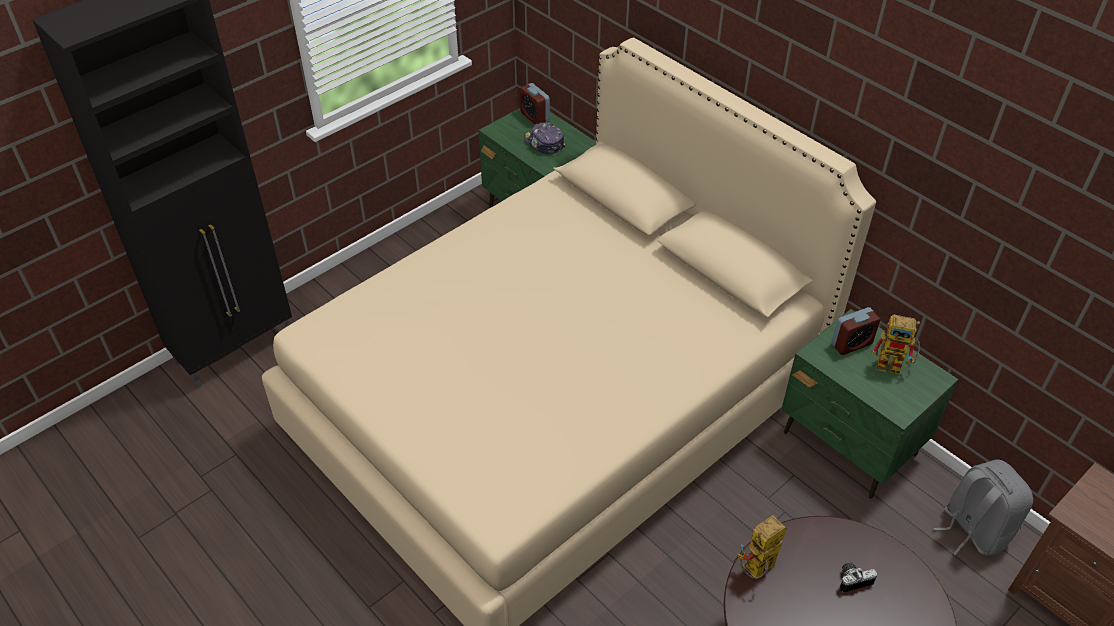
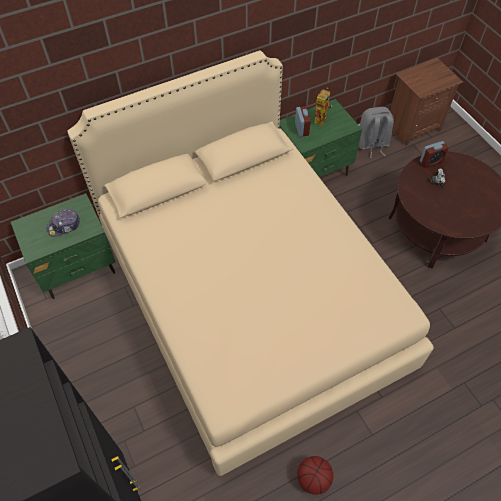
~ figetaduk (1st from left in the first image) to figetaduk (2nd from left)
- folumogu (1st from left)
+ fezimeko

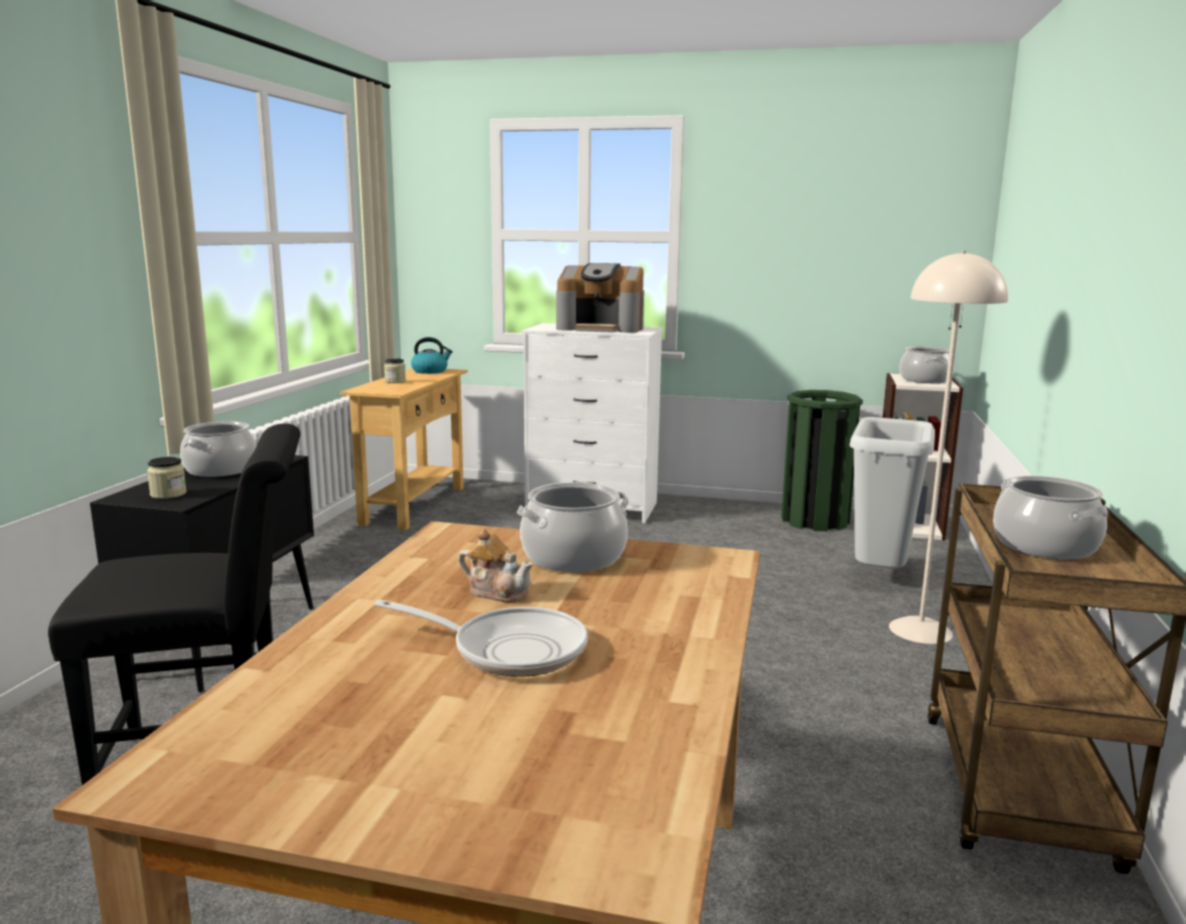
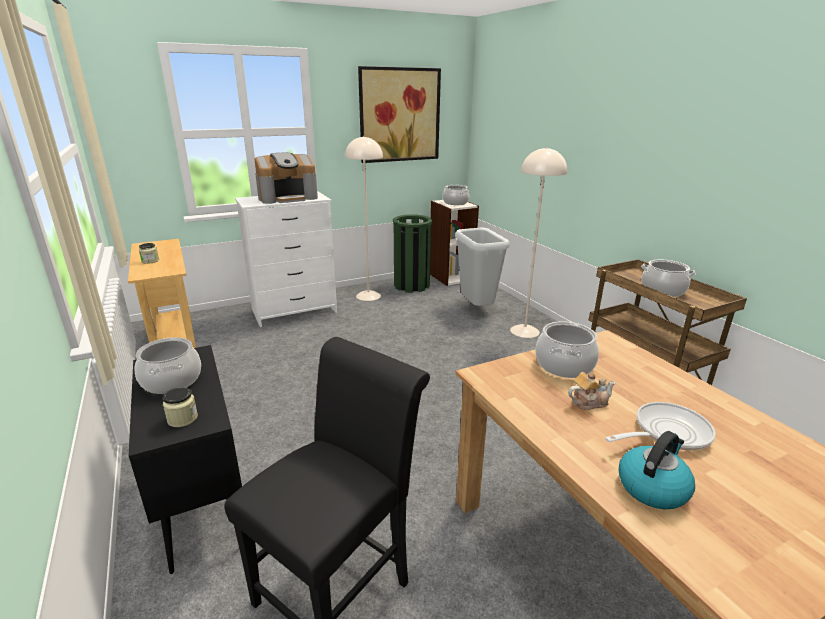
~ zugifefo
+ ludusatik
+ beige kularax (1st from left)

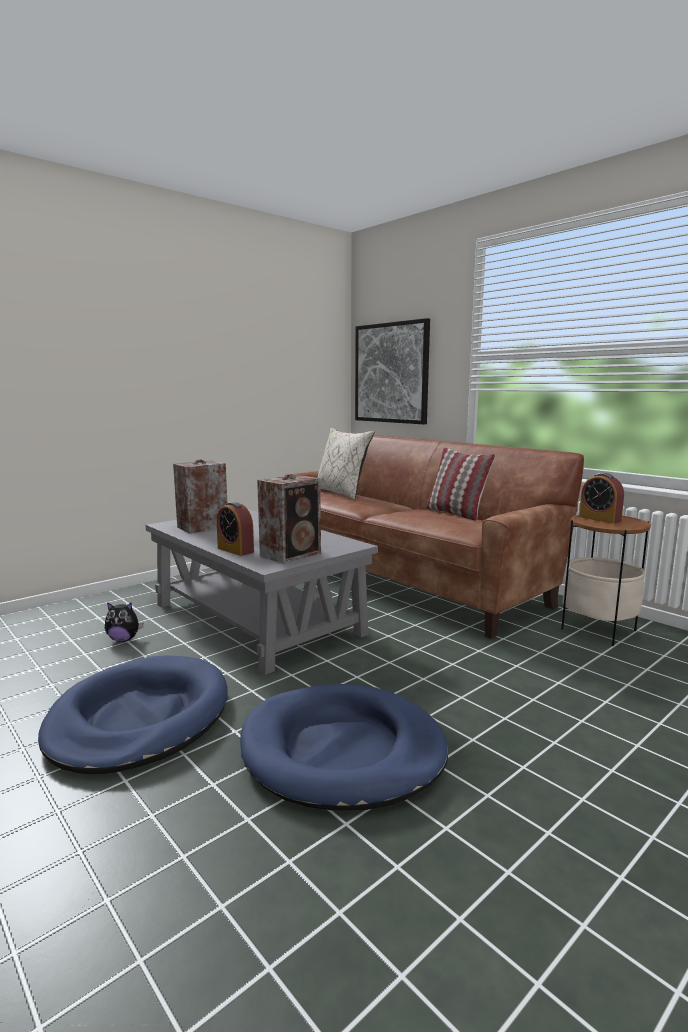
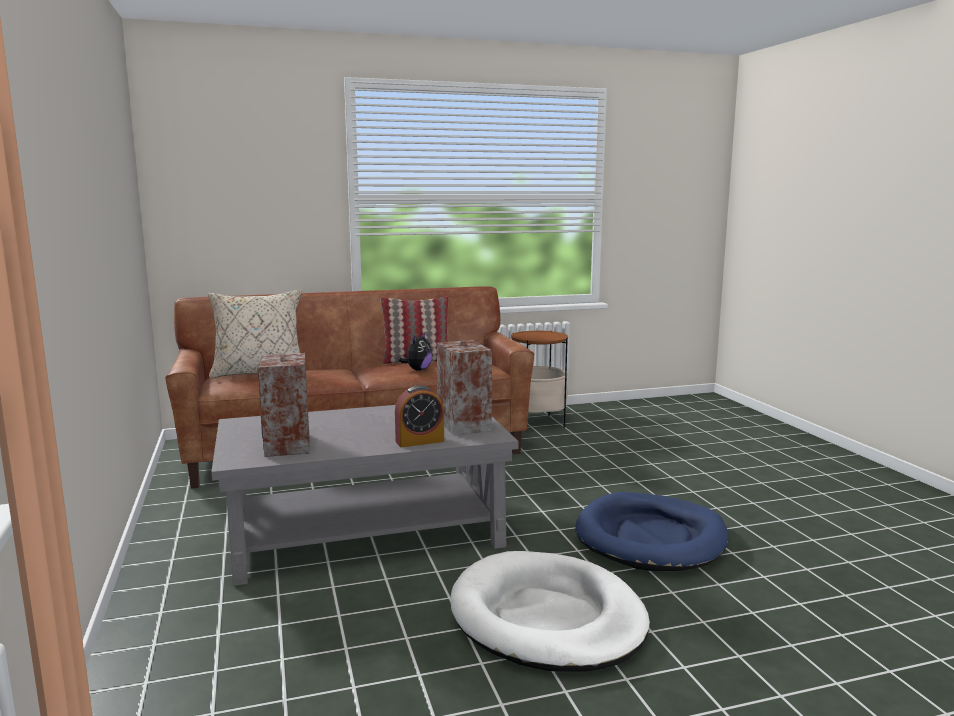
- ludusatik
- figetaduk (2nd from left)
~ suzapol
~ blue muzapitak (1st from left) to white muzapitak

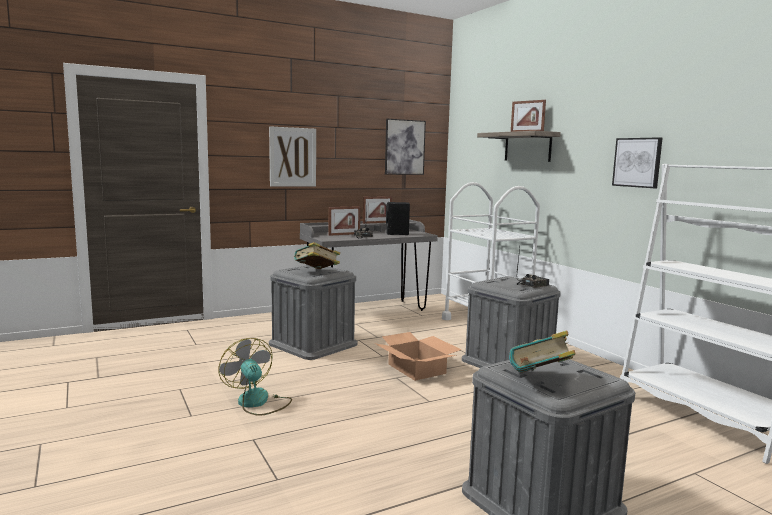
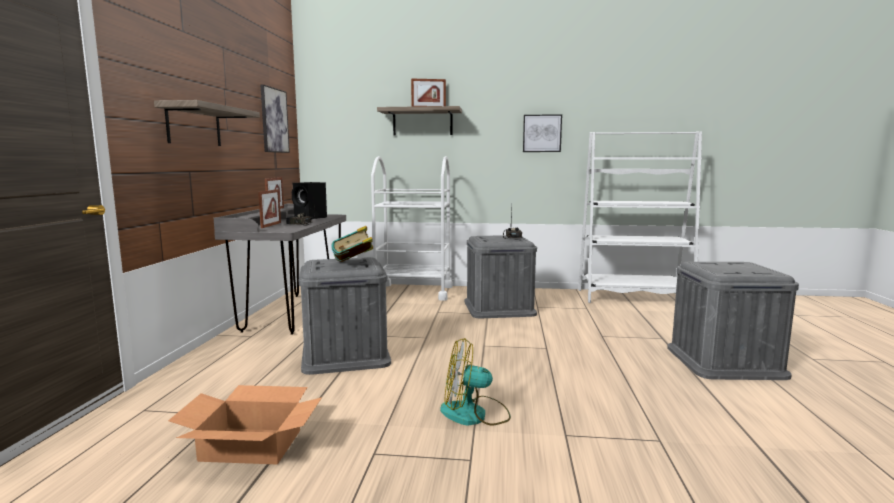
~ ludusatik (1st from left) to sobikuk (1st from left)
- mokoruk (2nd from left)
~ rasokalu

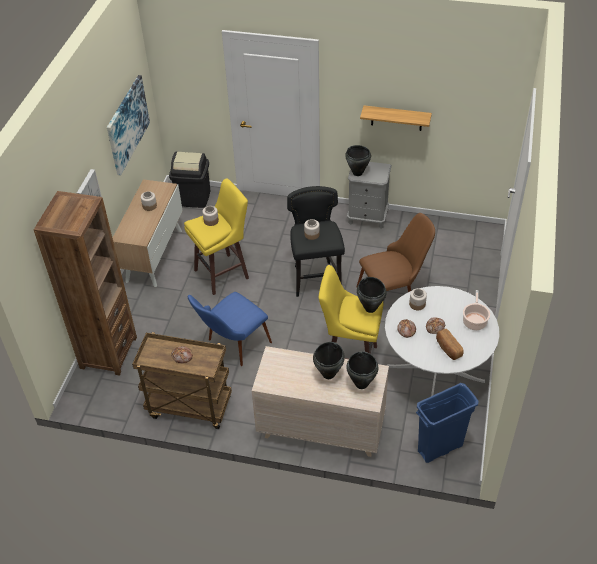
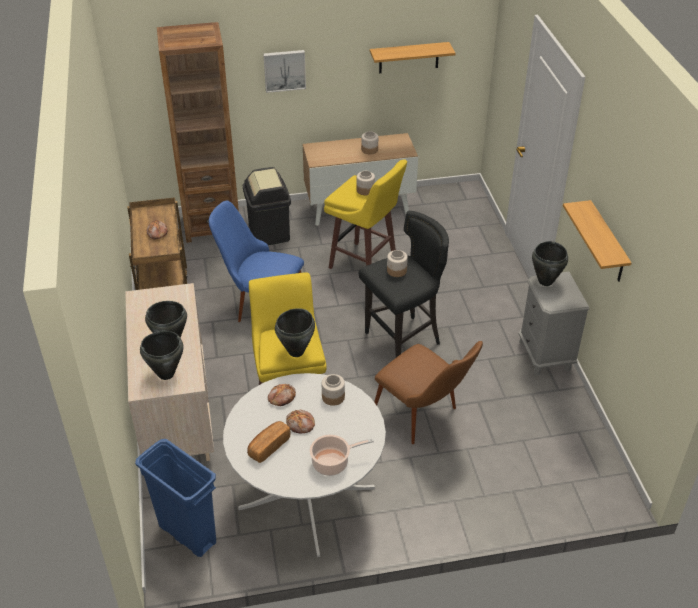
~ ludusatik (2nd from left) to sobikuk (1st from left)
~ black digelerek

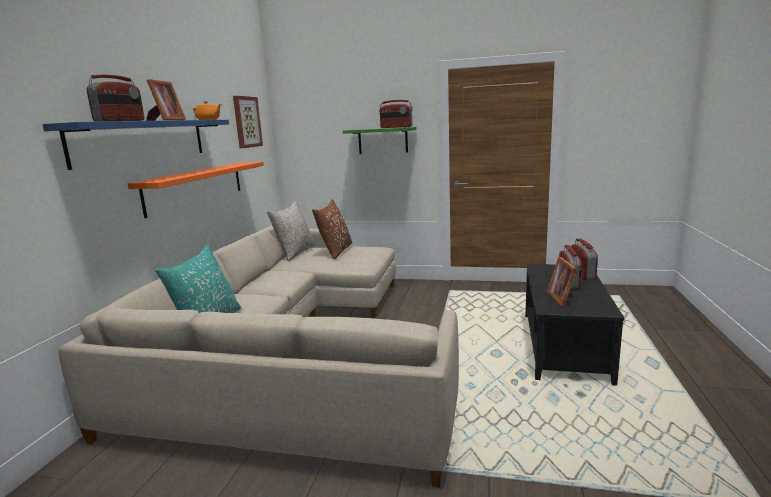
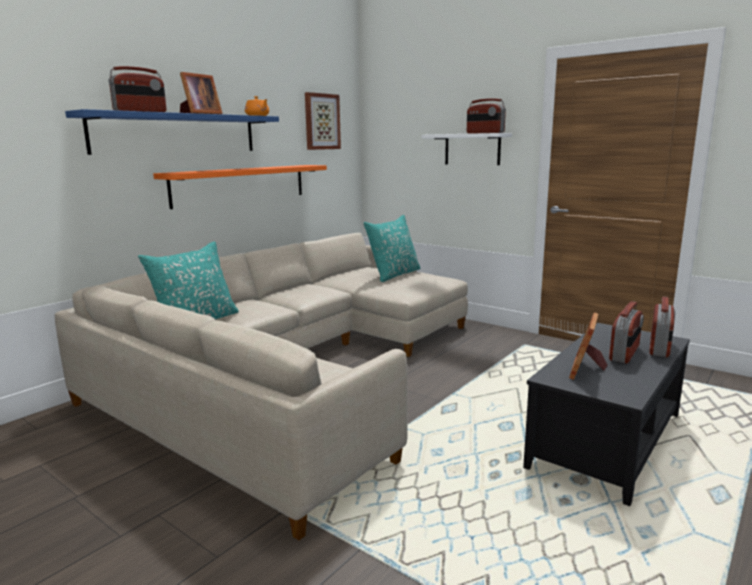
~ green sobikuk to white sobikuk
~ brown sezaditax to turquoise sezaditax (2nd from left)
- grey sezaditax

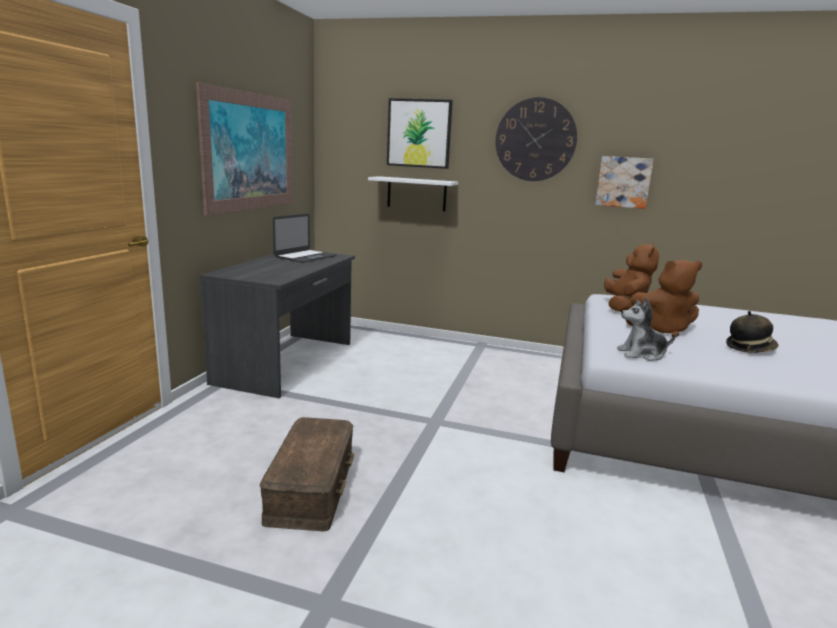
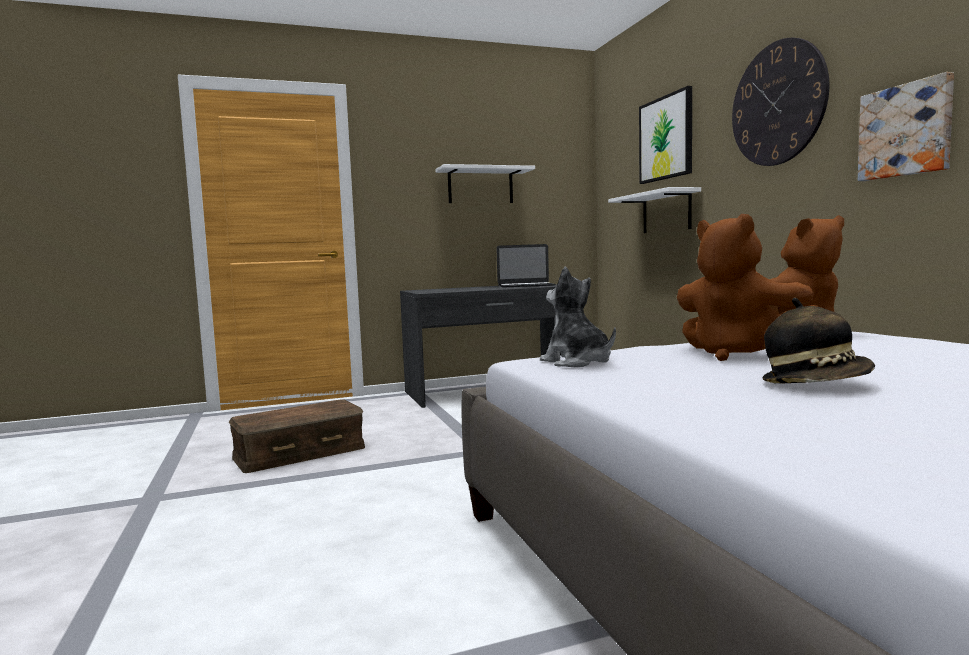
~ ludusatik (1st from left) to white sobikuk (1st from left)

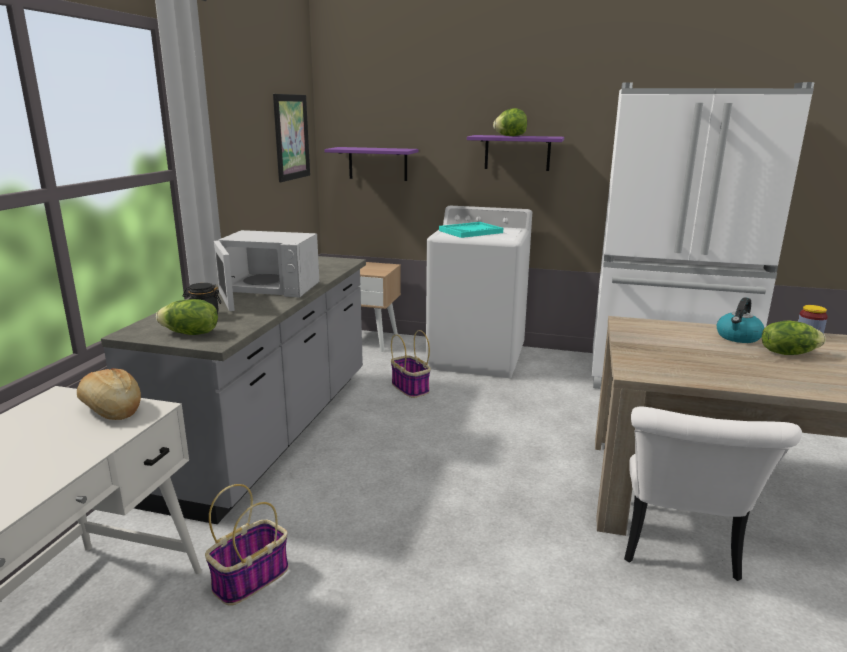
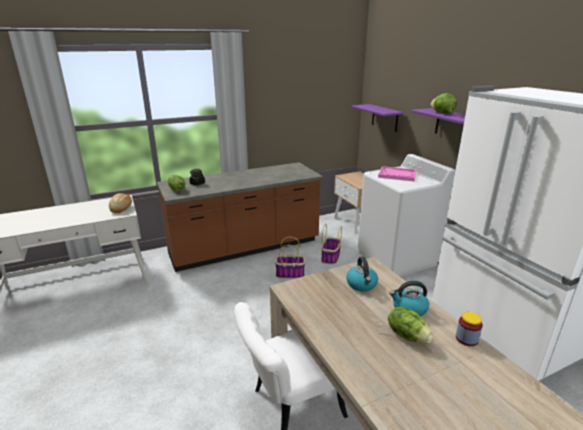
- ludusatik
~ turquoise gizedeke to pink gizedeke
- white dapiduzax
~ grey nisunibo to brown nisunibo
~ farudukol (1st from left)
+ zugifefo (1st from left)

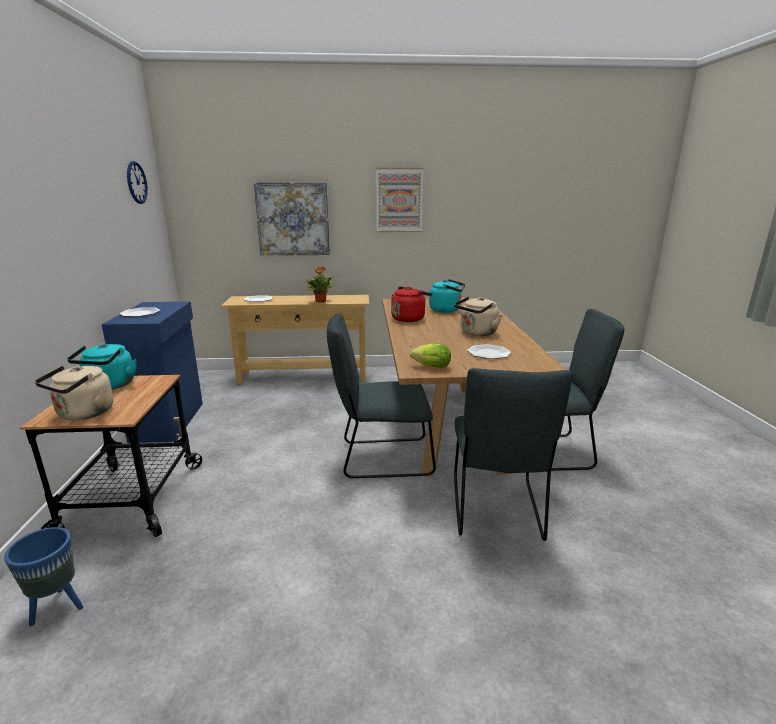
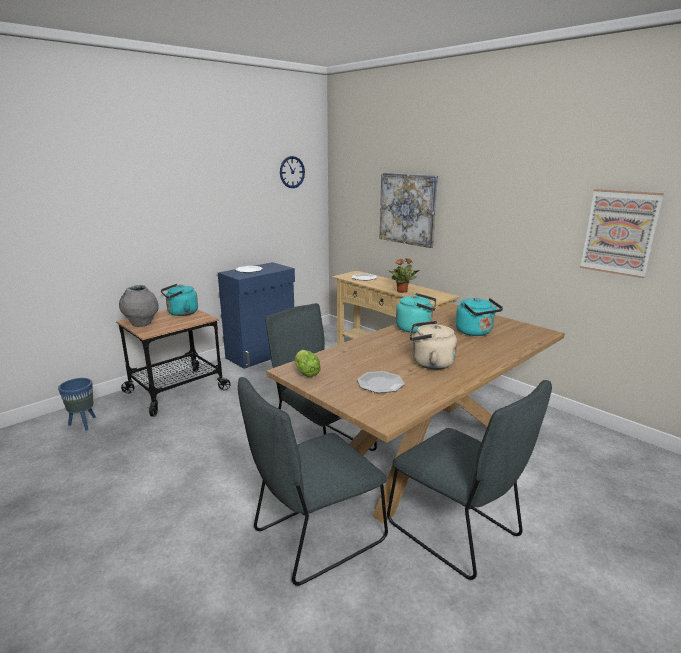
~ ludusatik (2nd from left)
~ red zugifefo to turquoise zugifefo (2nd from left)
~ beige zugifefo (1st from left) to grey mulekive

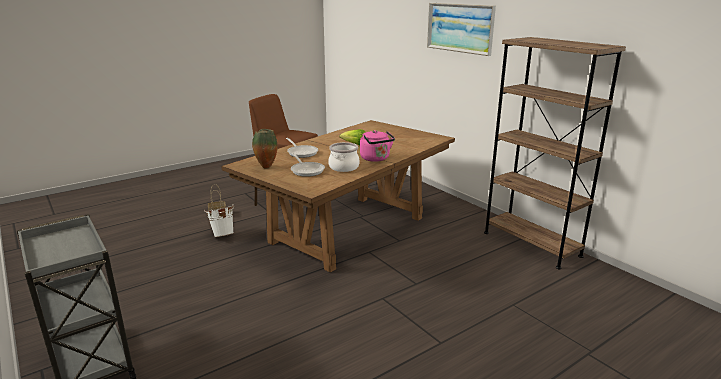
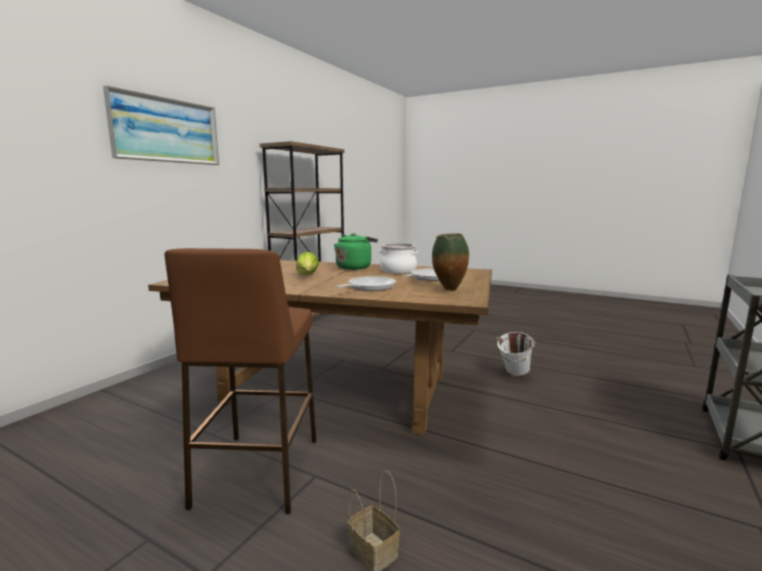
~ pink zugifefo to green zugifefo
~ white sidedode

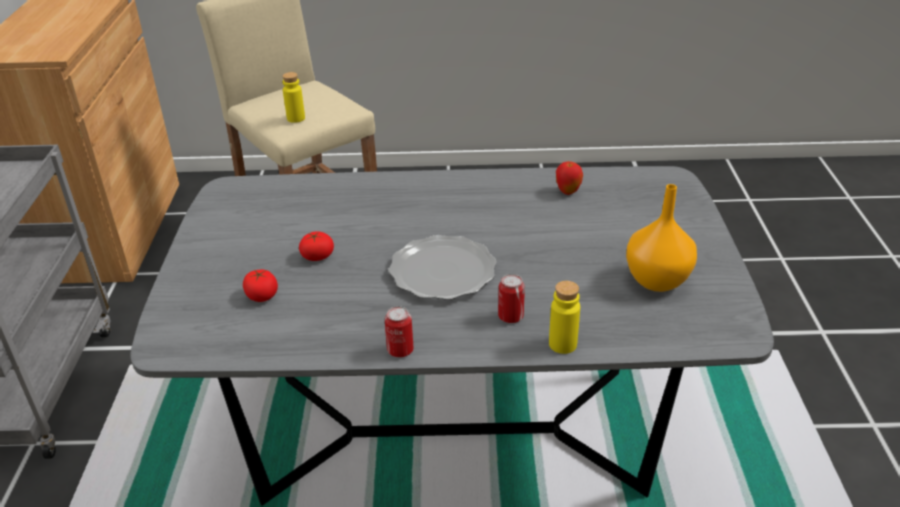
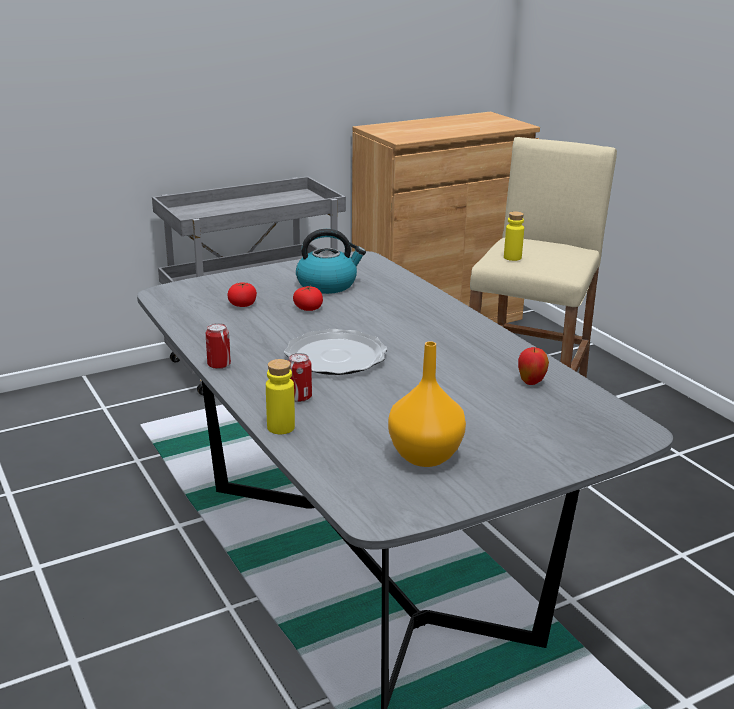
+ zugifefo

